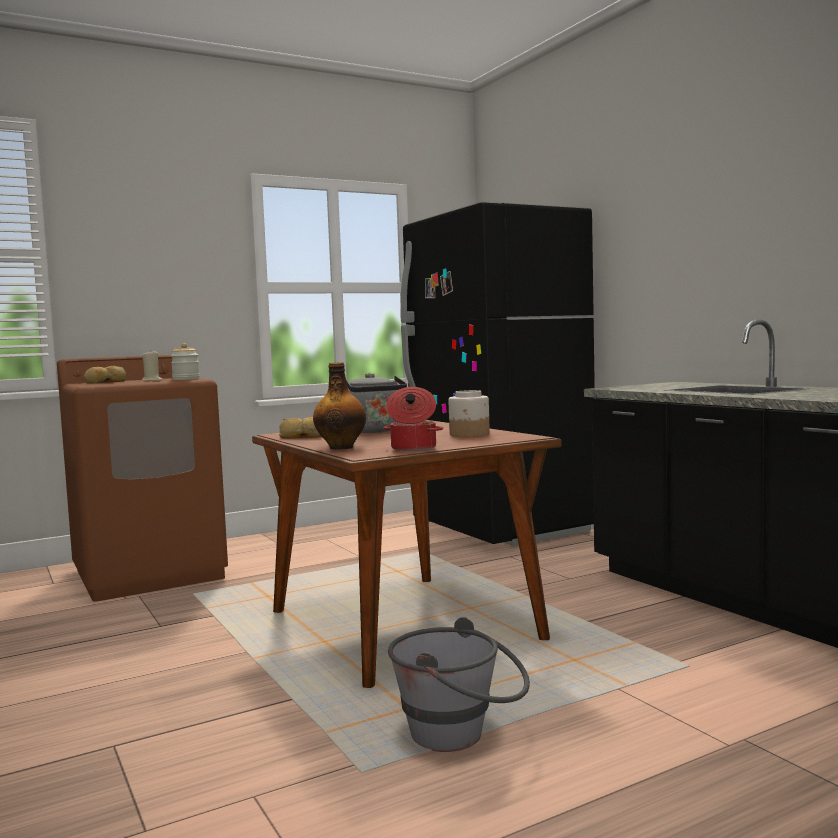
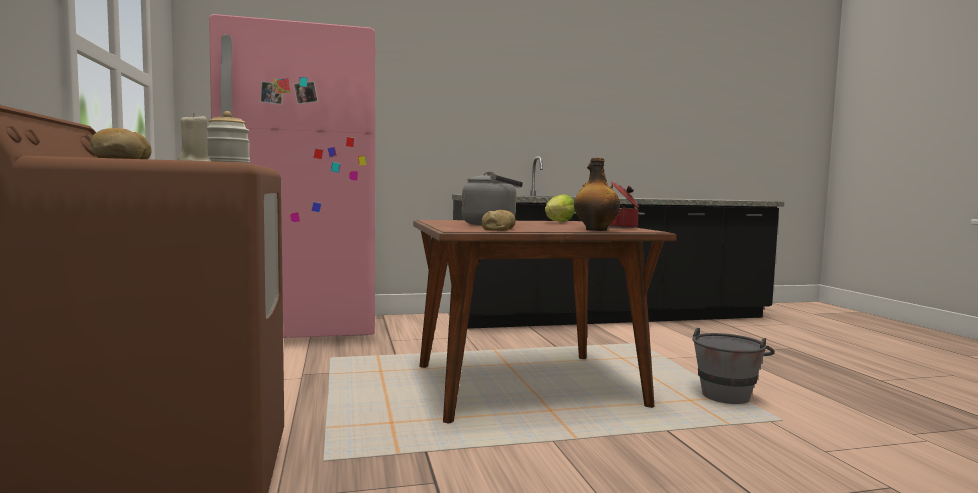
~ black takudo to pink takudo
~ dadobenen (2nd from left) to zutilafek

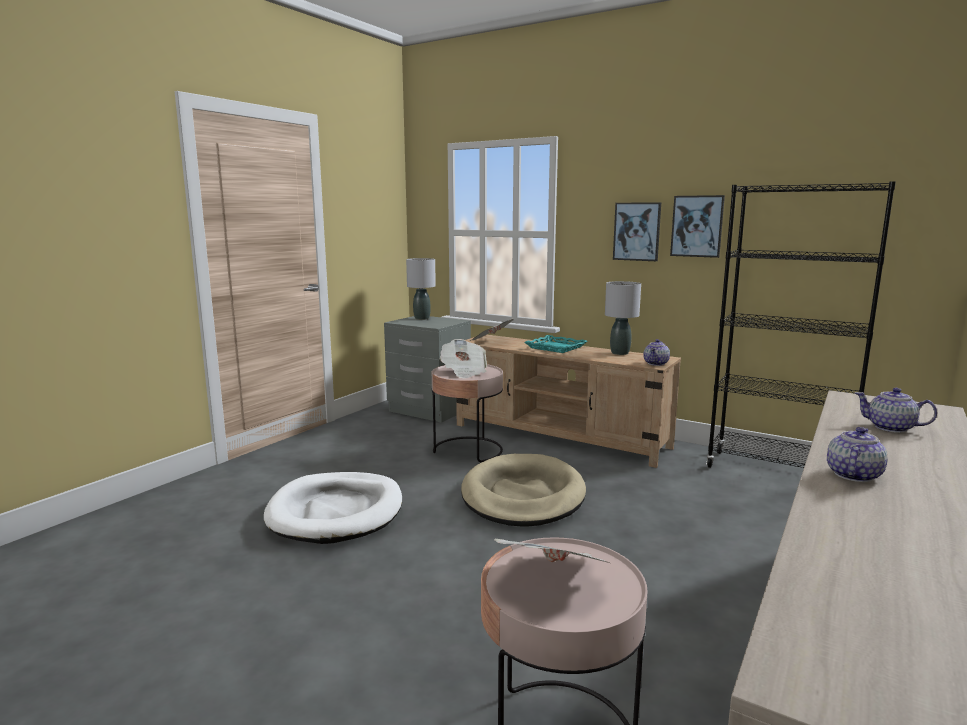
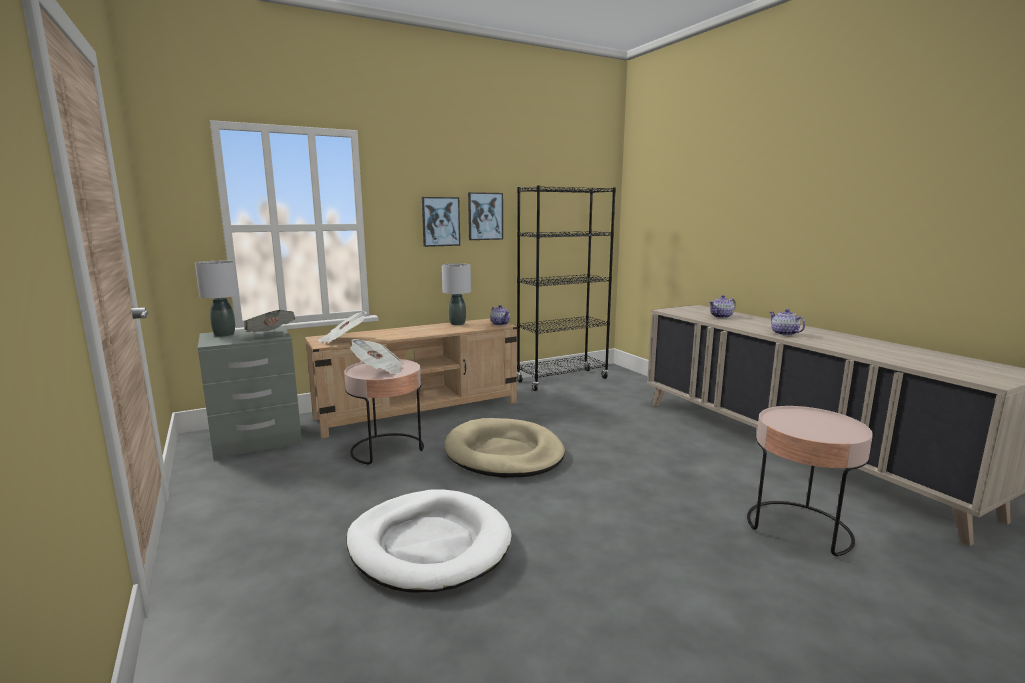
- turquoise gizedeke
~ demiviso (3rd from left in the first image) to demiviso (1st from left)

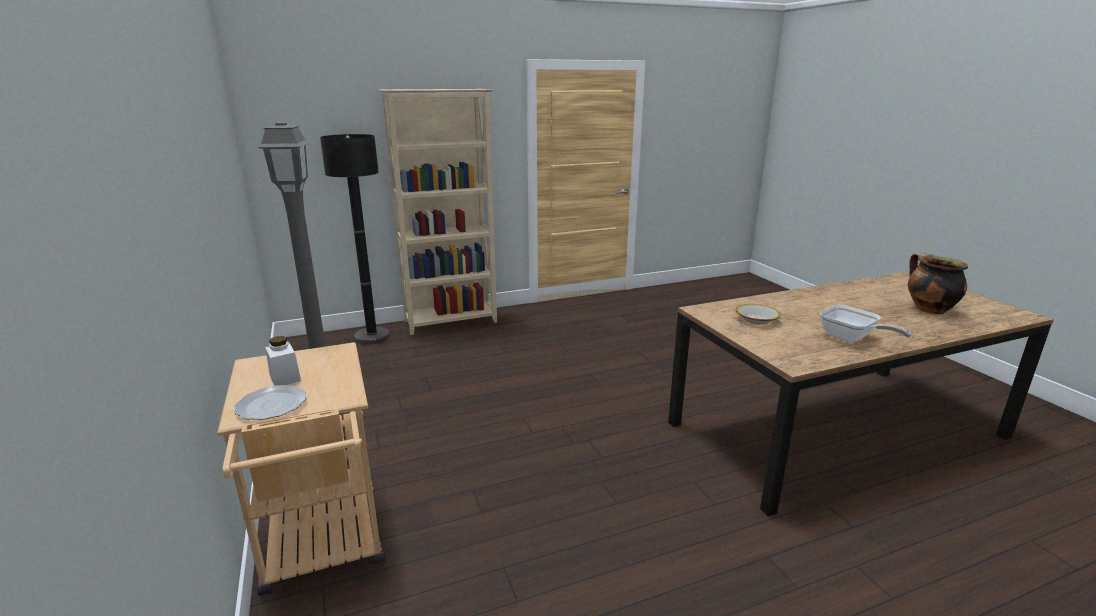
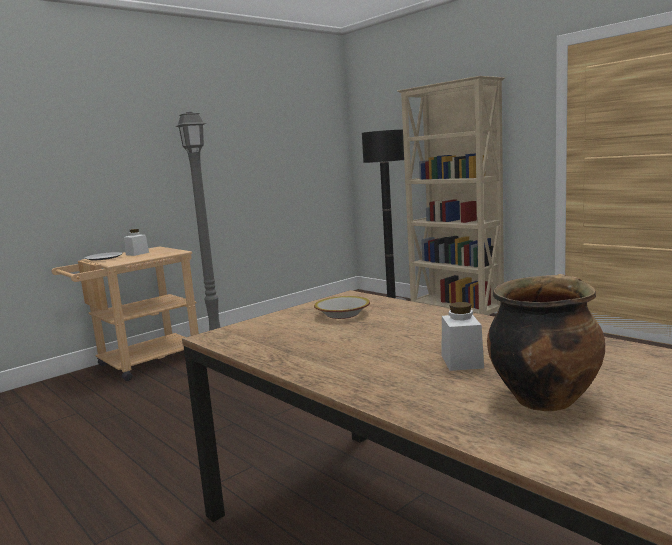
- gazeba
+ white dadobenen (2nd from left)

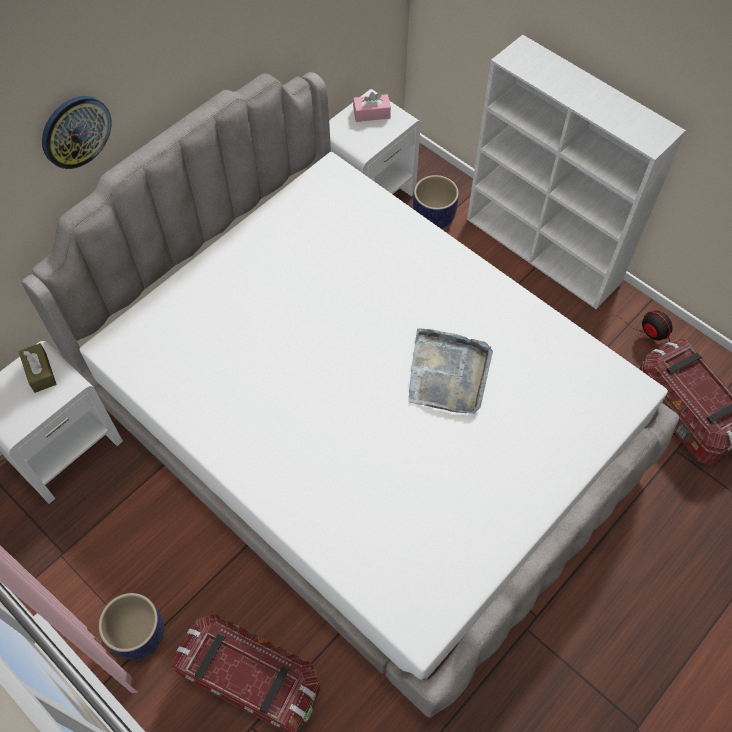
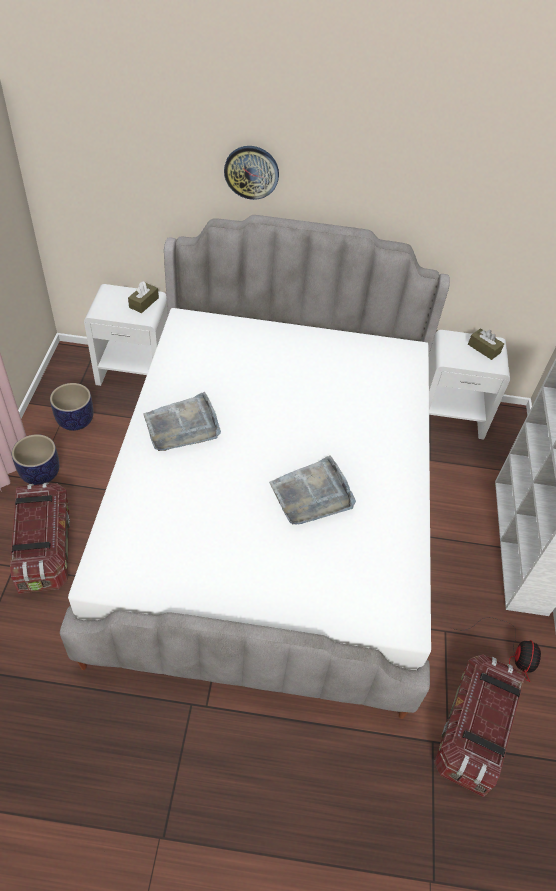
~ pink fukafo to brown fukafo (2nd from left)
~ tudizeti (2nd from left)
+ grey gizedeke (1st from left)

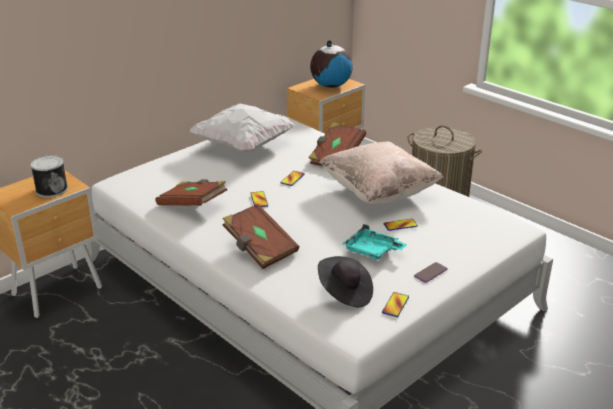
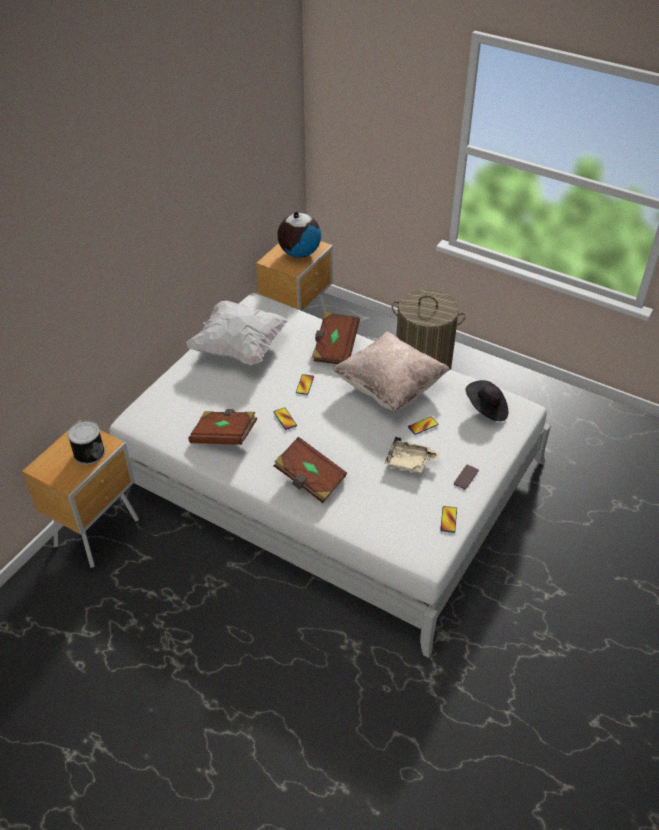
~ turquoise gizedeke to beige gizedeke
~ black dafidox

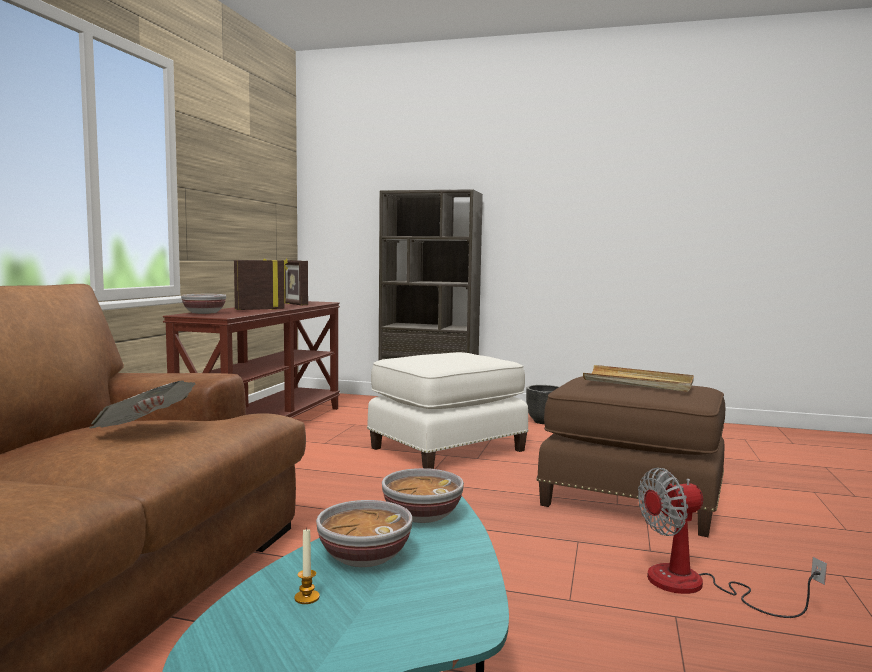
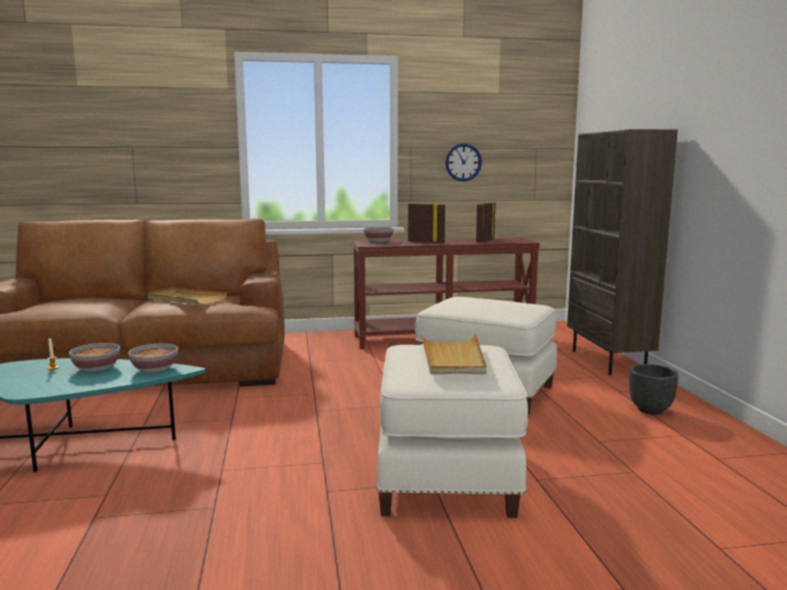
~ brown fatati to white fatati (1st from left)
~ demiviso to beige gizedeke (1st from left)
- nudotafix
+ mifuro

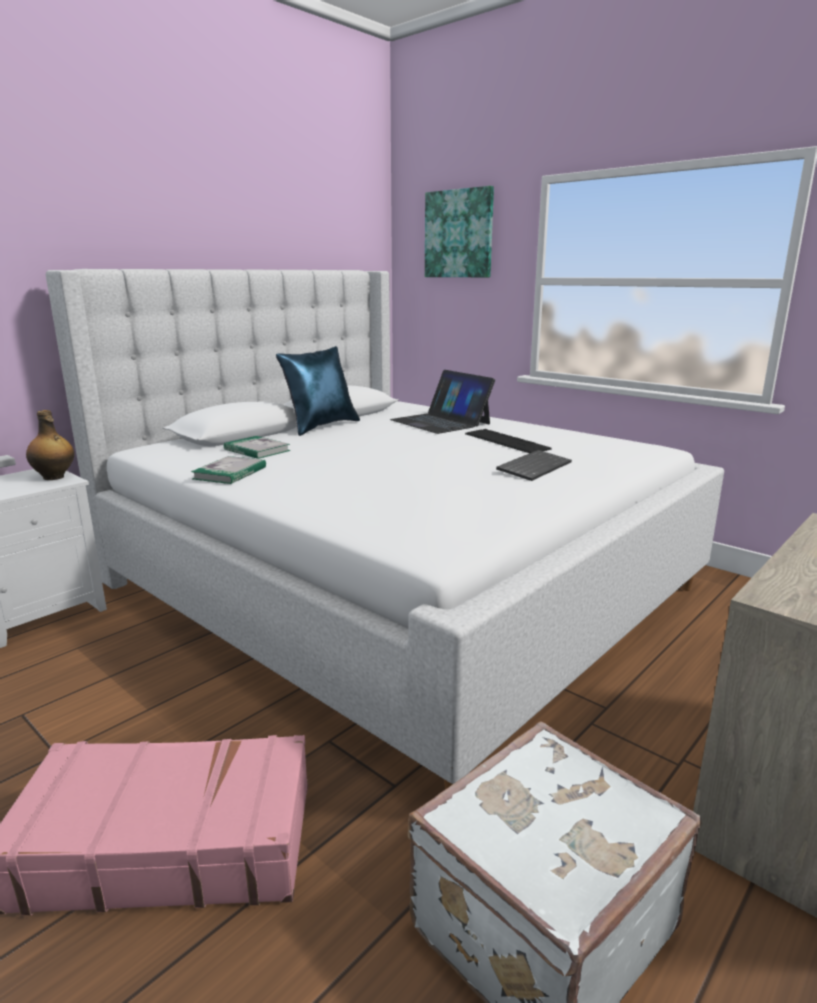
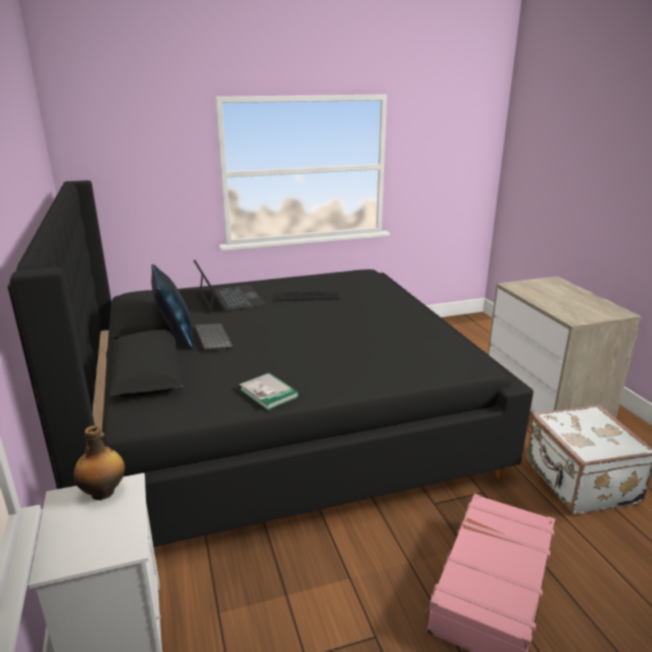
- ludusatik
~ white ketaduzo to black ketaduzo
~ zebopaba 105 degrees counterclockwise
- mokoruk (2nd from left)
~ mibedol (2nd from left in the first image) to mibedol (1st from left)

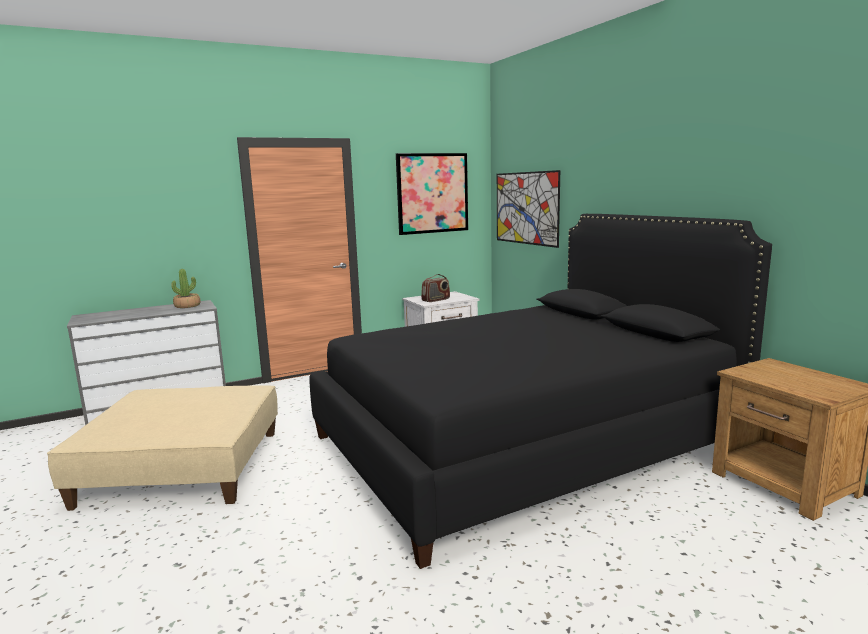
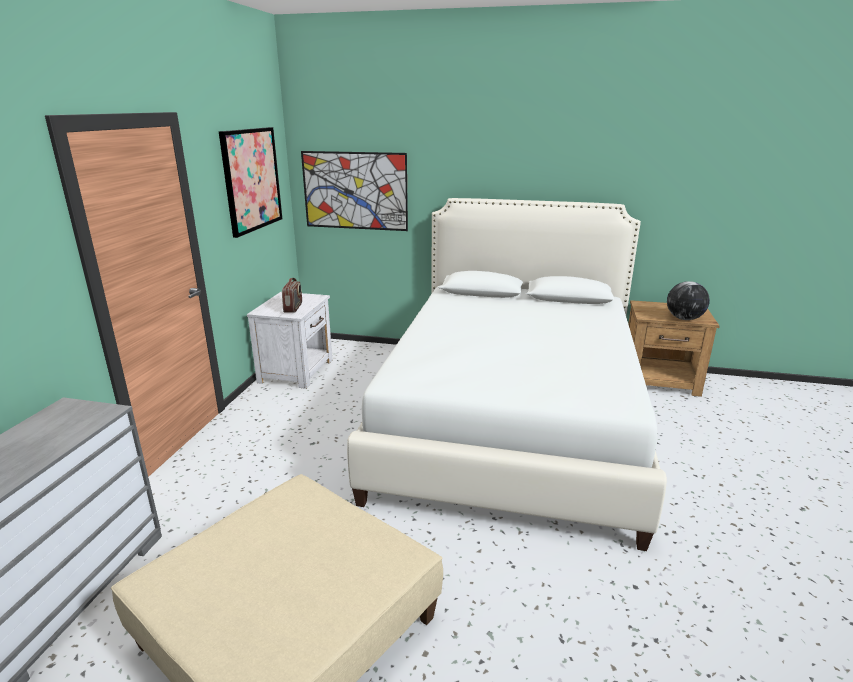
~ black ketaduzo to white ketaduzo
- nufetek
+ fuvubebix

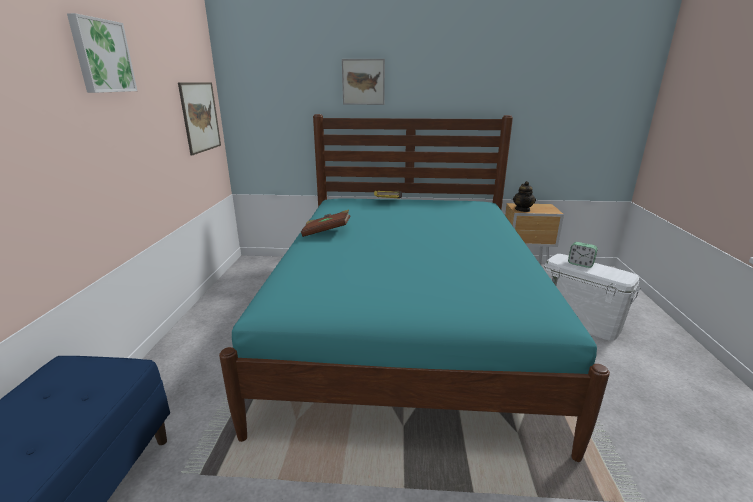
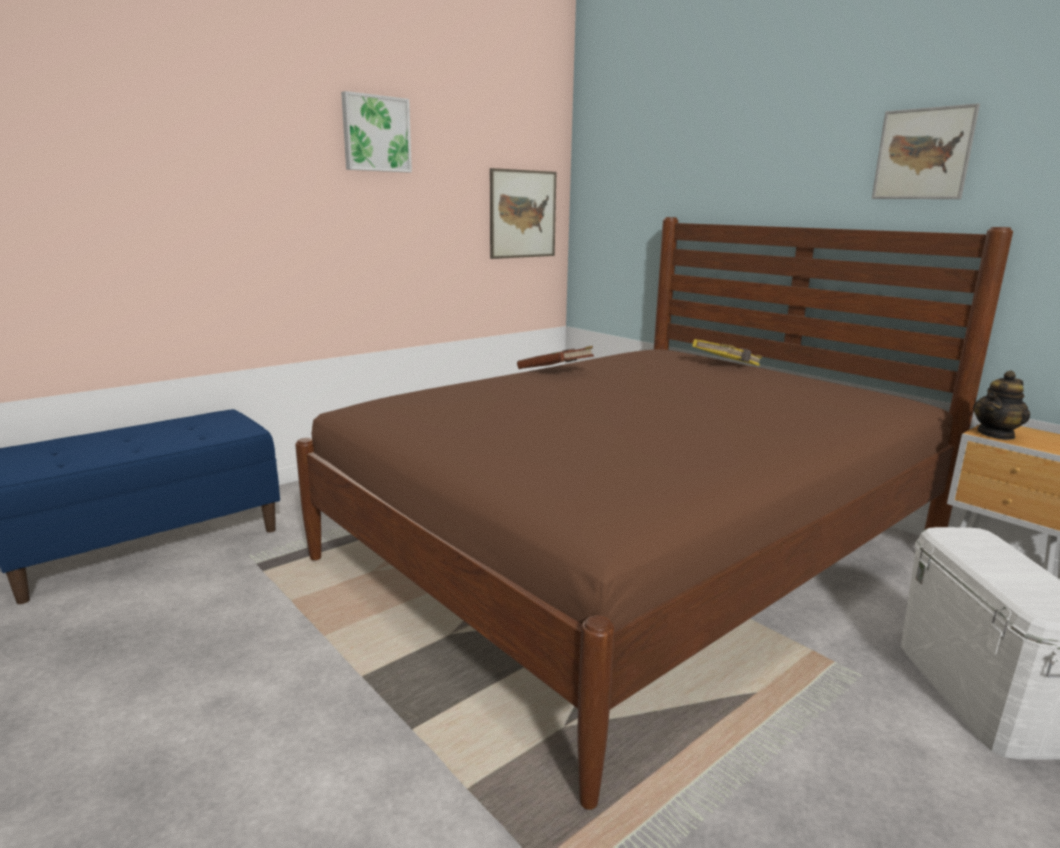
~ ludusatik (3rd from left)
~ turquoise ketaduzo to brown ketaduzo
- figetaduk

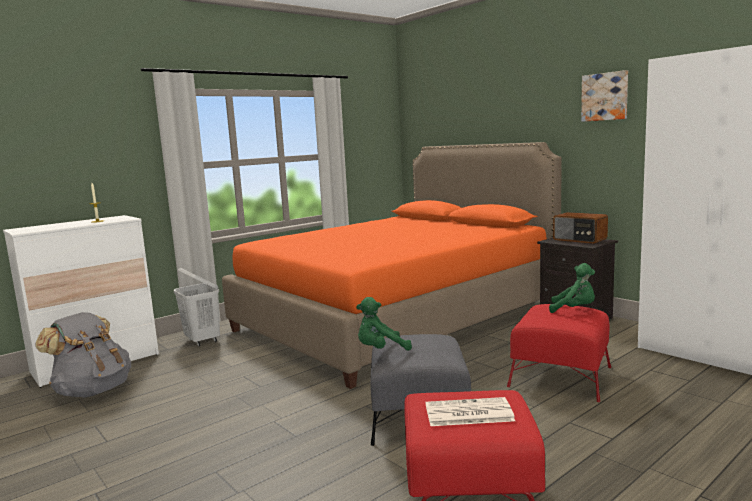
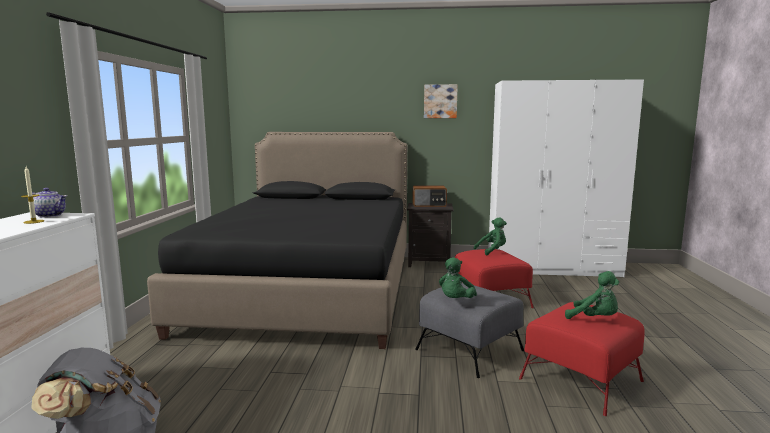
~ orange ketaduzo to black ketaduzo
- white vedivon
~ demiviso to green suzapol (3rd from left)
+ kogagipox

